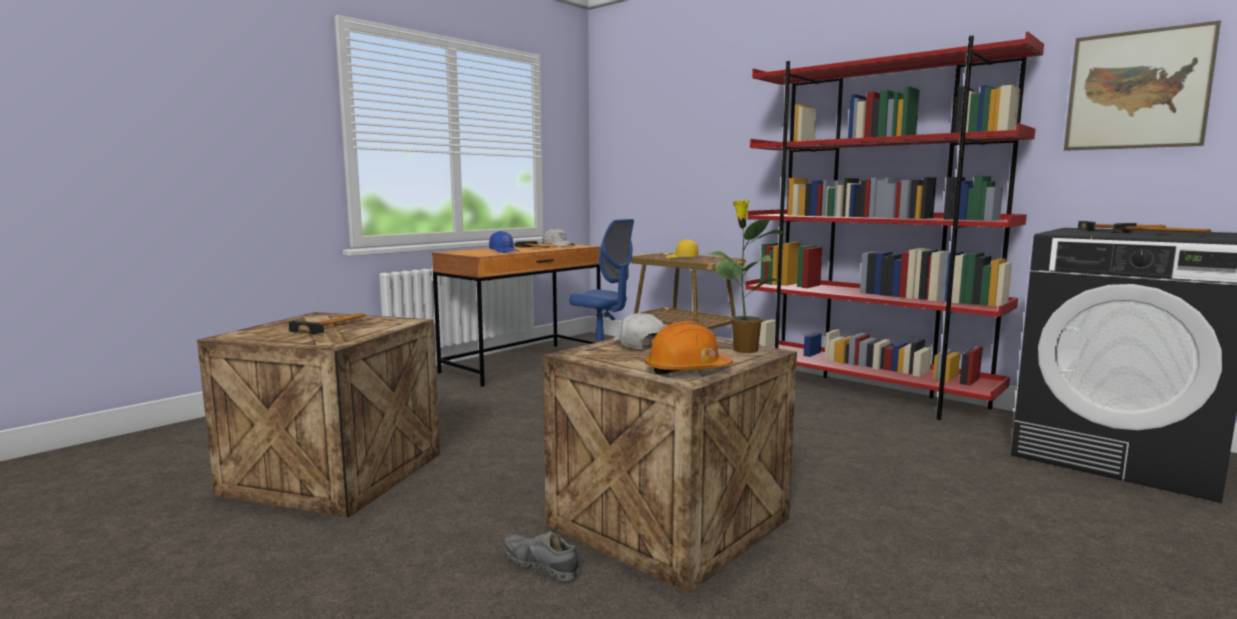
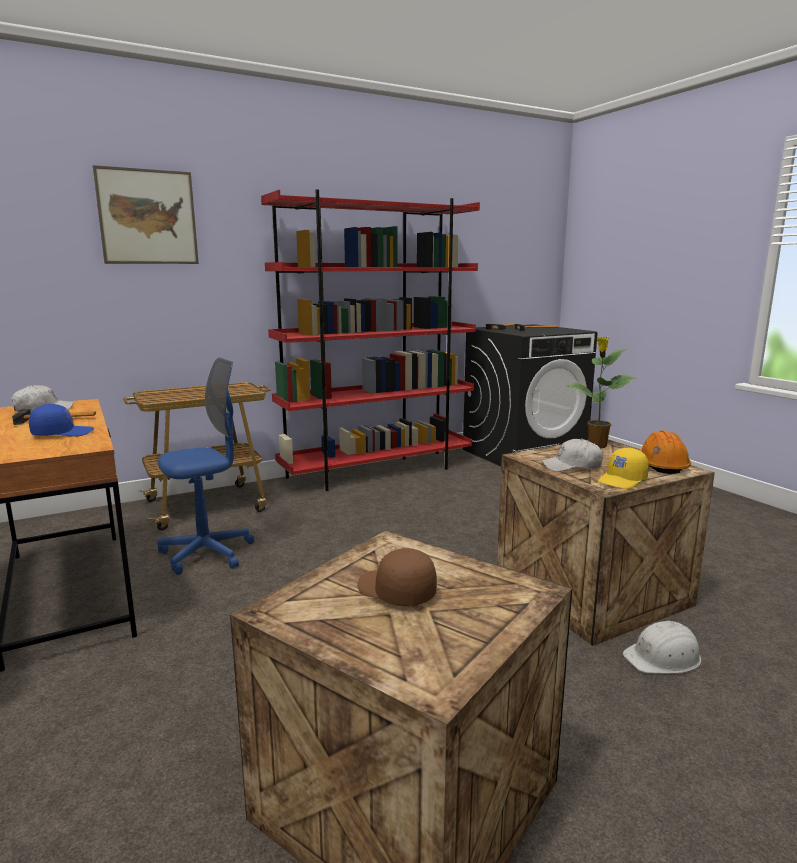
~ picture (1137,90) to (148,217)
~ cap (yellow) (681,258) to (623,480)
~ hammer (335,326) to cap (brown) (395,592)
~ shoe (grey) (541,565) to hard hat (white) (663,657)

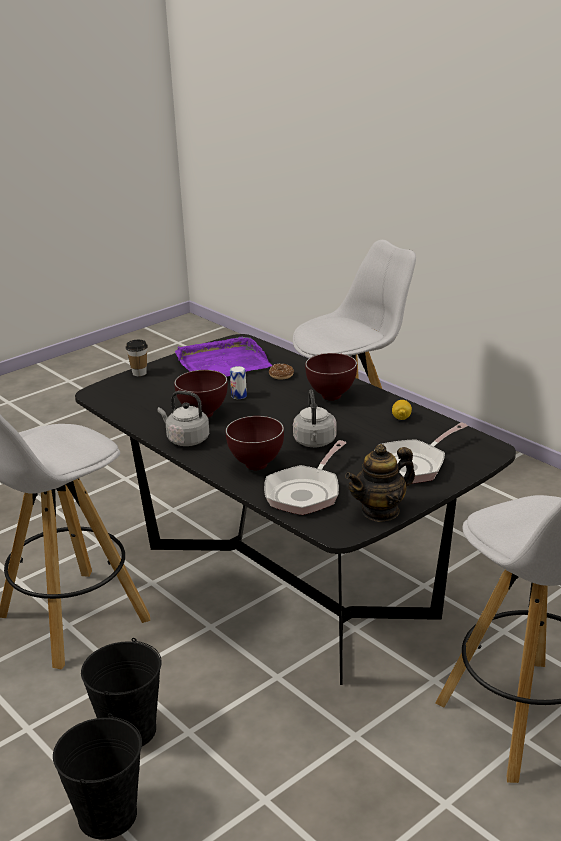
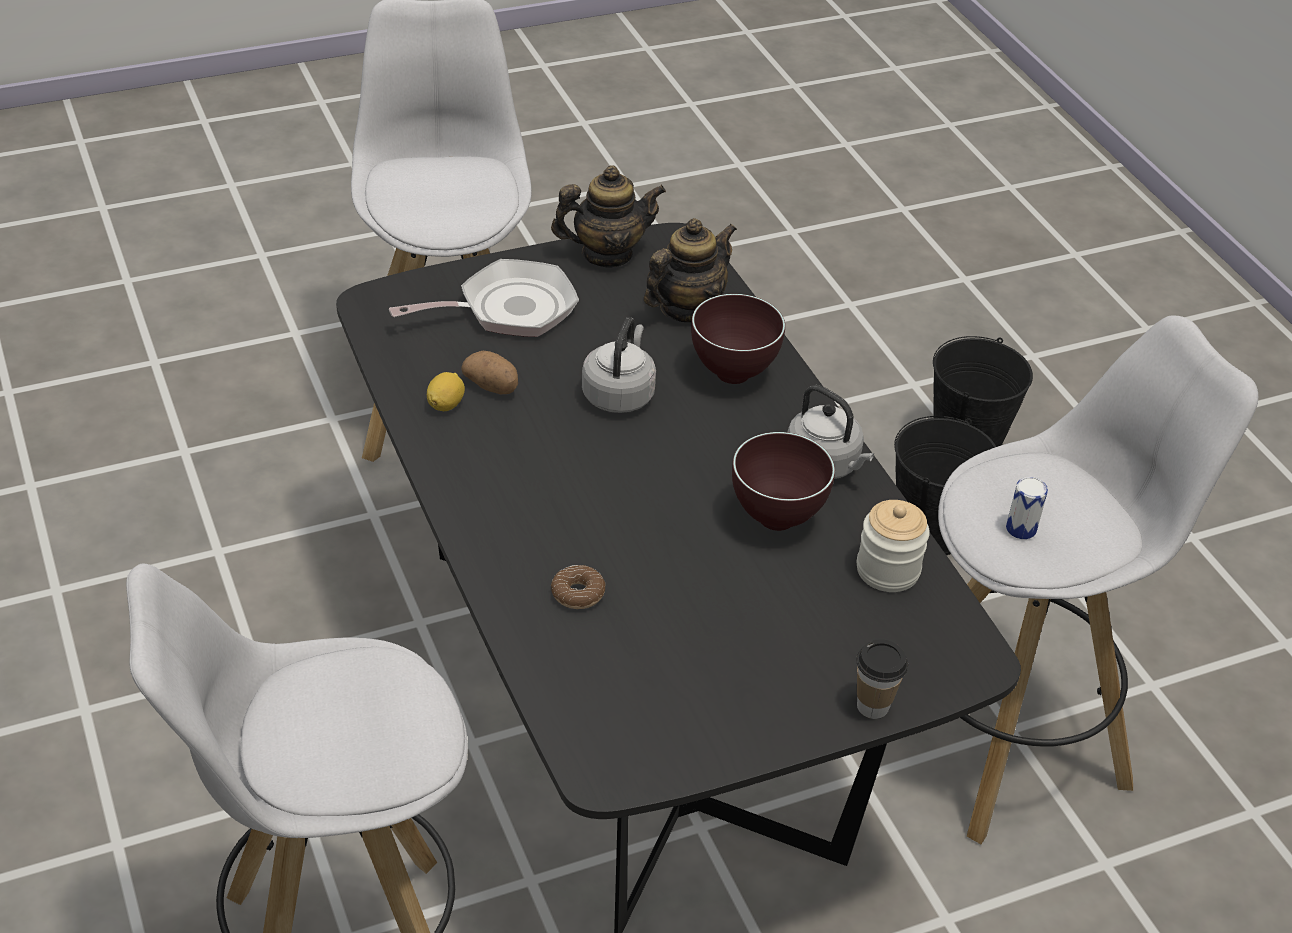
- tray (purple) (222,363)
- bowl (brown) (330,396)
~ can (239,396) to (1021,529)
~ frying pan (305,492) to teapot (686,308)
+ potato (492,386)
+ jar (887,570)

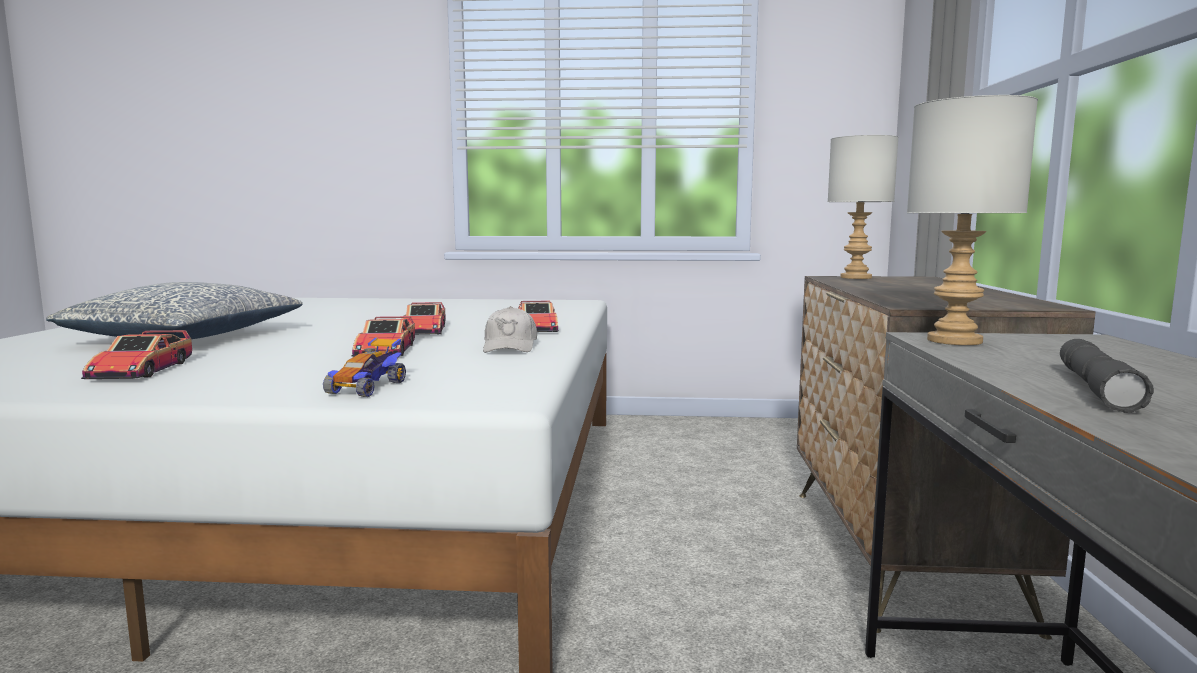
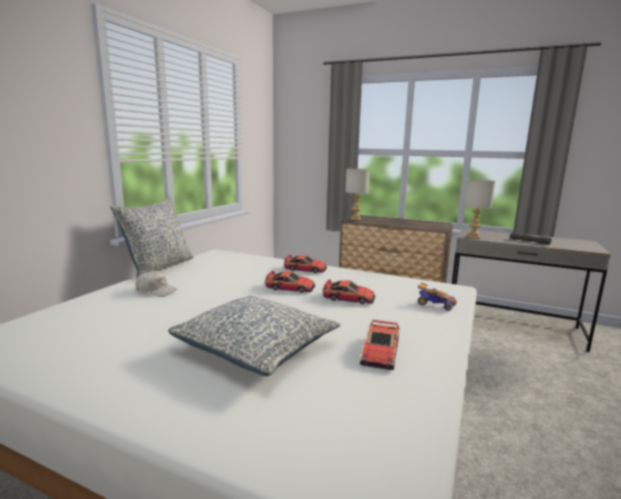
~ cap (white) (510,346) to (156,291)
~ toy car (141,370) = (380,352) 90 degrees clockwise
+ pillow (159,267)

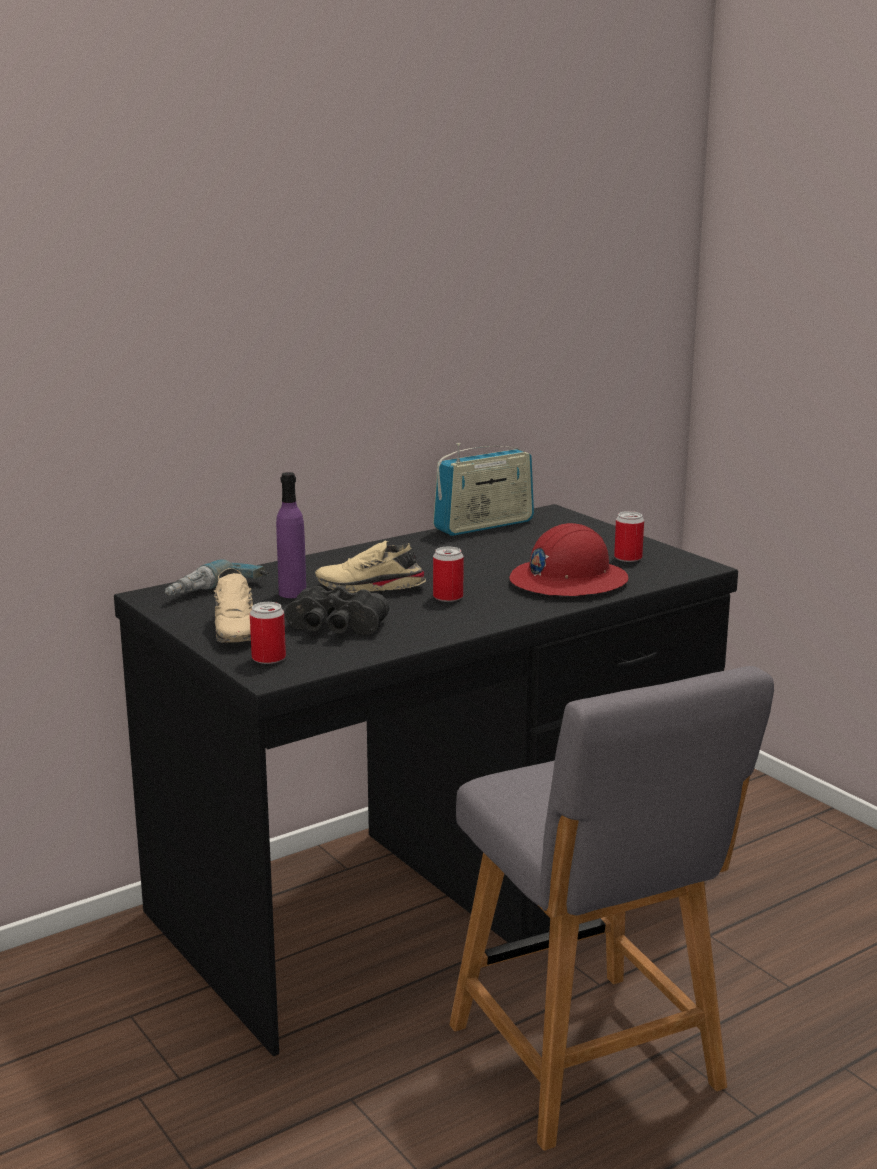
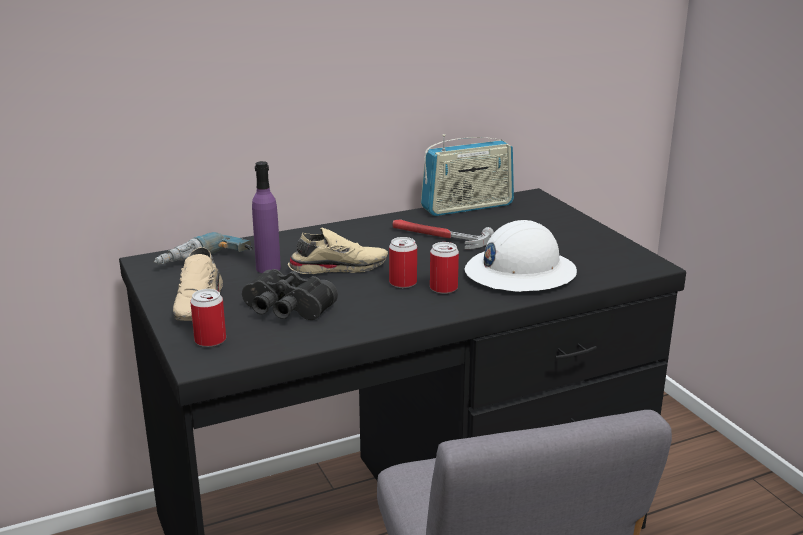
~ can (628,558) to (443,288)
~ hard hat (red) (567,581) to hard hat (white) (519,273)
~ shoe (beige) (370,588) = (338,267) 150 degrees clockwise
+ hammer (439,237)

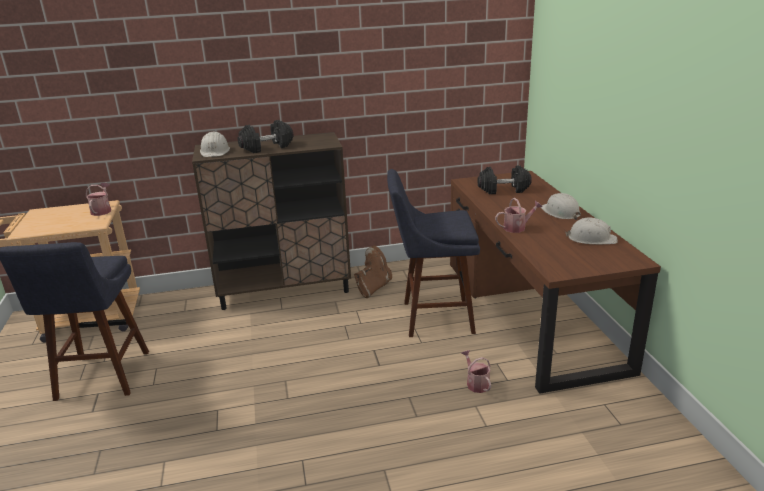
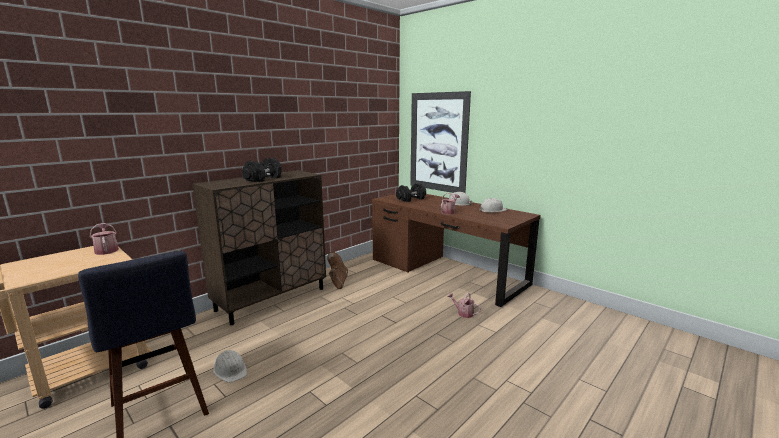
~ hard hat (white) (215,151) to (230,370)
- stool (blue) (432,318)
+ picture (438,142)

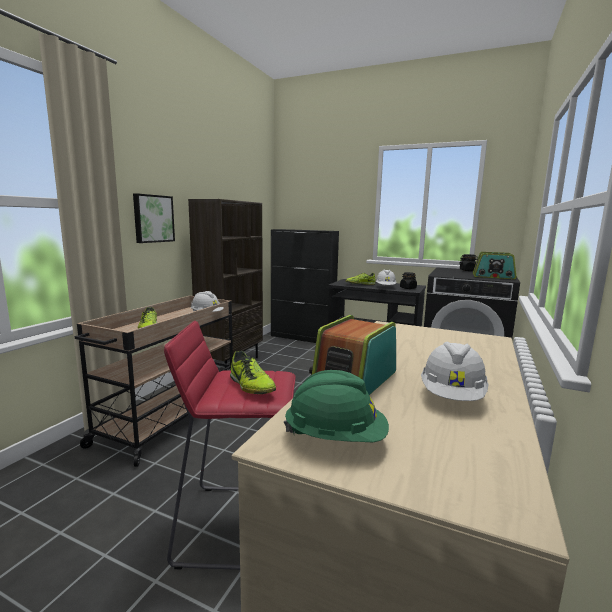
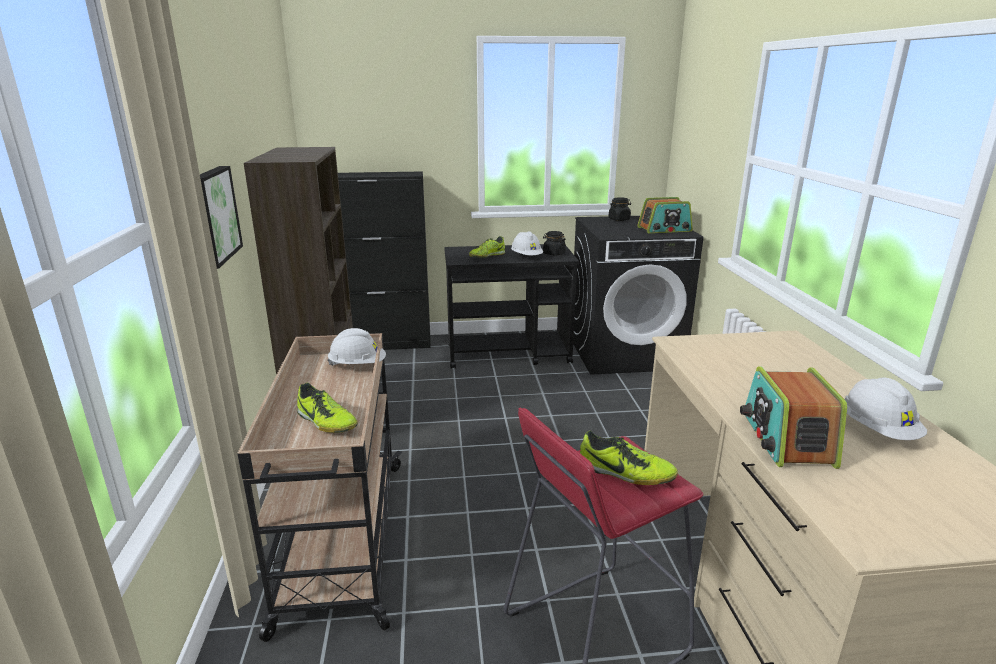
- hard hat (green) (335,438)

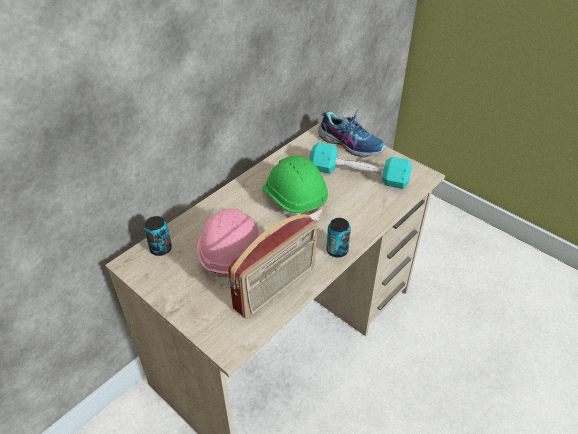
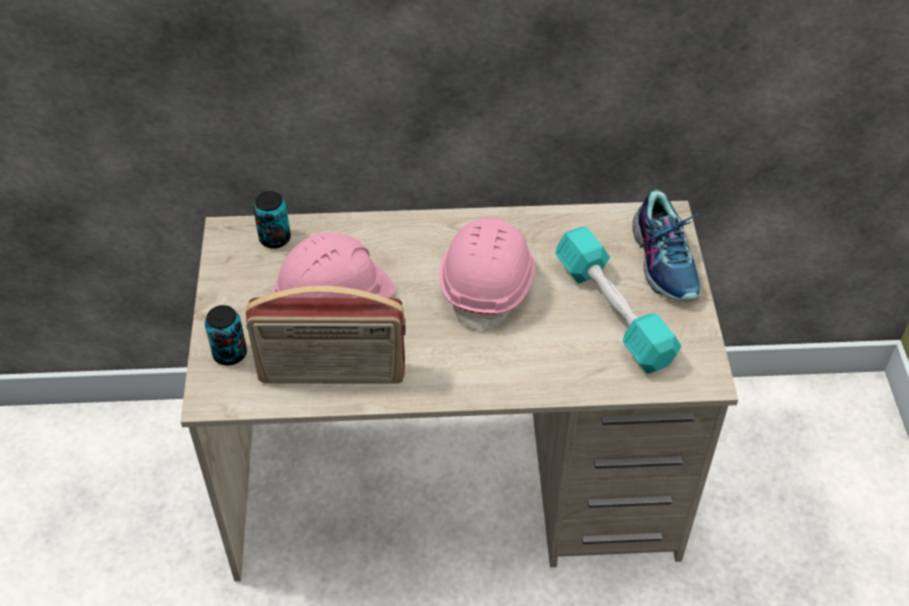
~ hard hat (green) (294,199) to hard hat (pink) (488,285)
~ can (337,250) to (230,354)

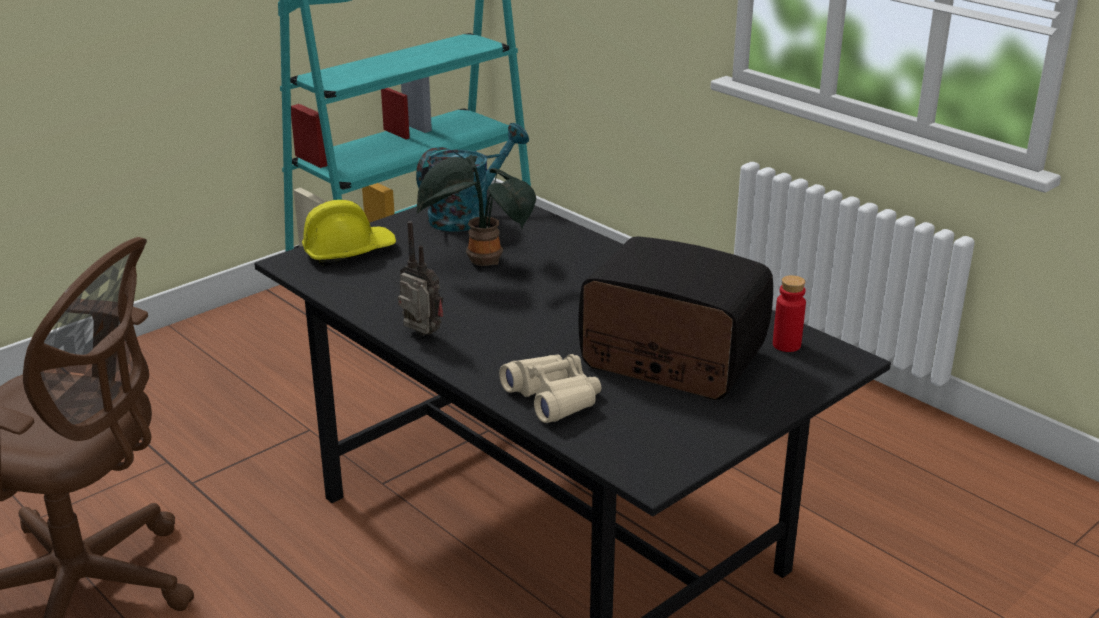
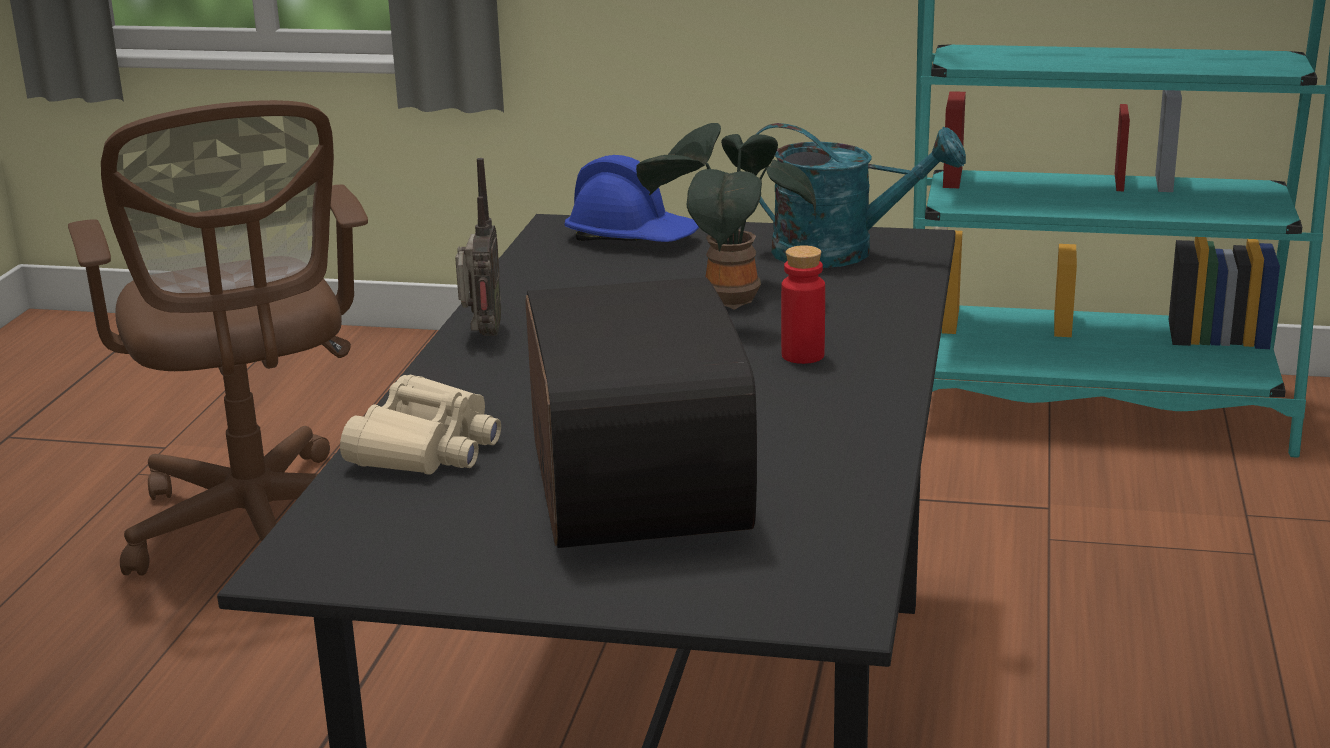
~ hard hat (yellow) (349,252) to hard hat (blue) (632,237)
~ bottle (red) (786,345) to (802,355)

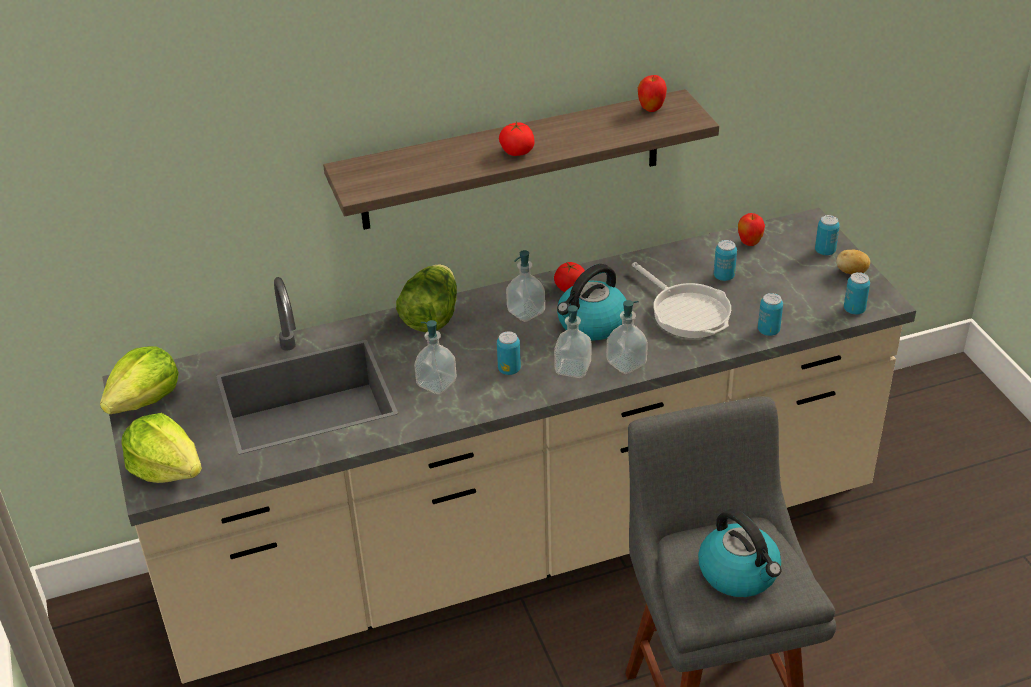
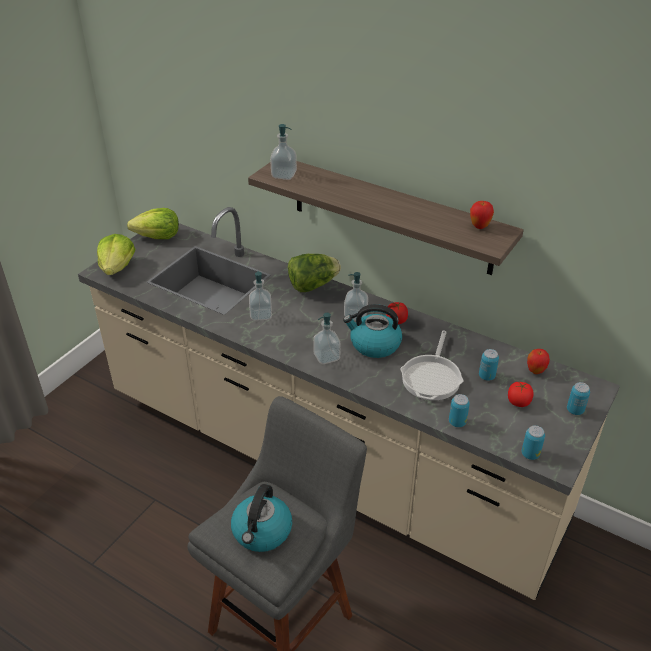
~ tomato (517,152) to (518,402)
- potato (851,272)
~ soap dispenser (626,363) to (284,175)
- can (509,369)

